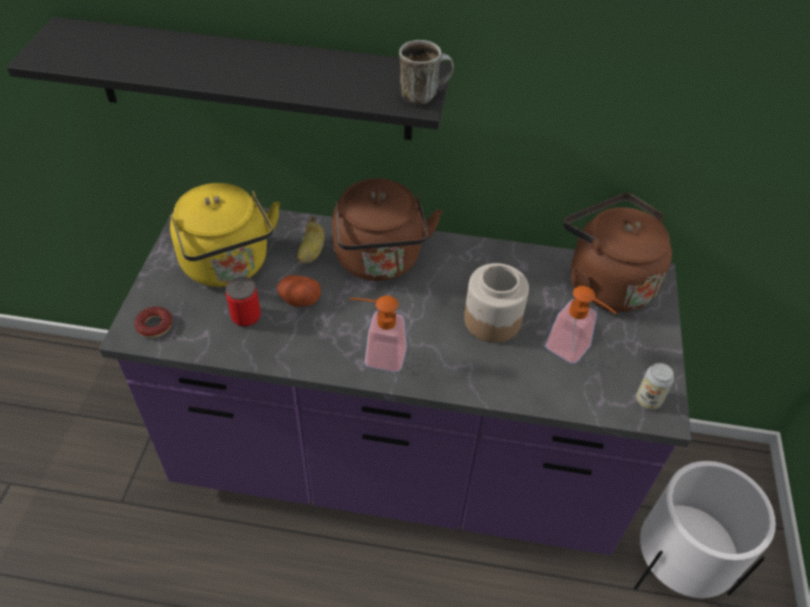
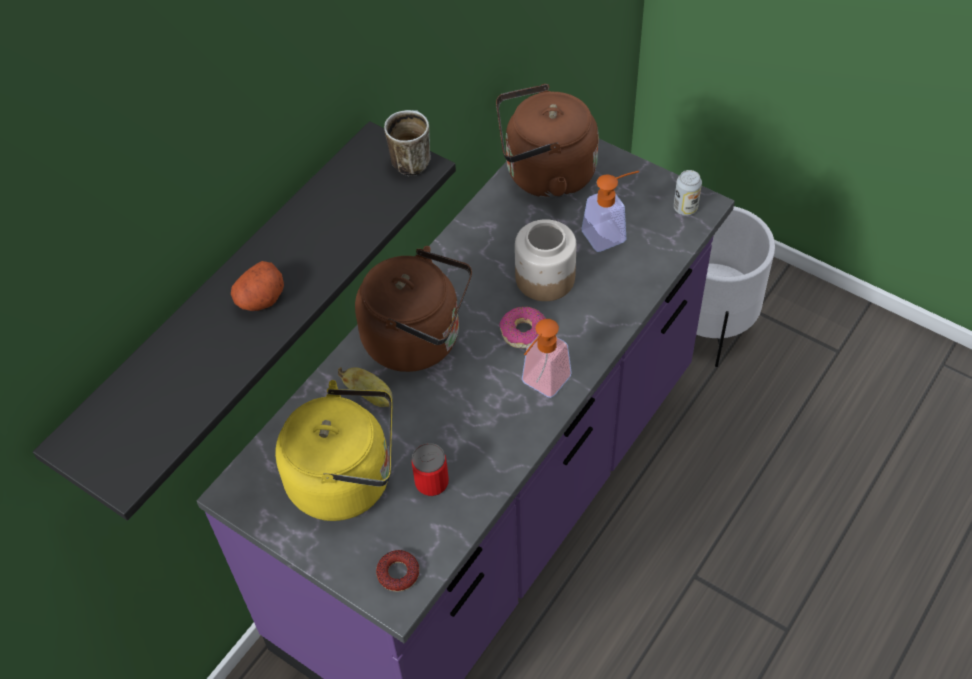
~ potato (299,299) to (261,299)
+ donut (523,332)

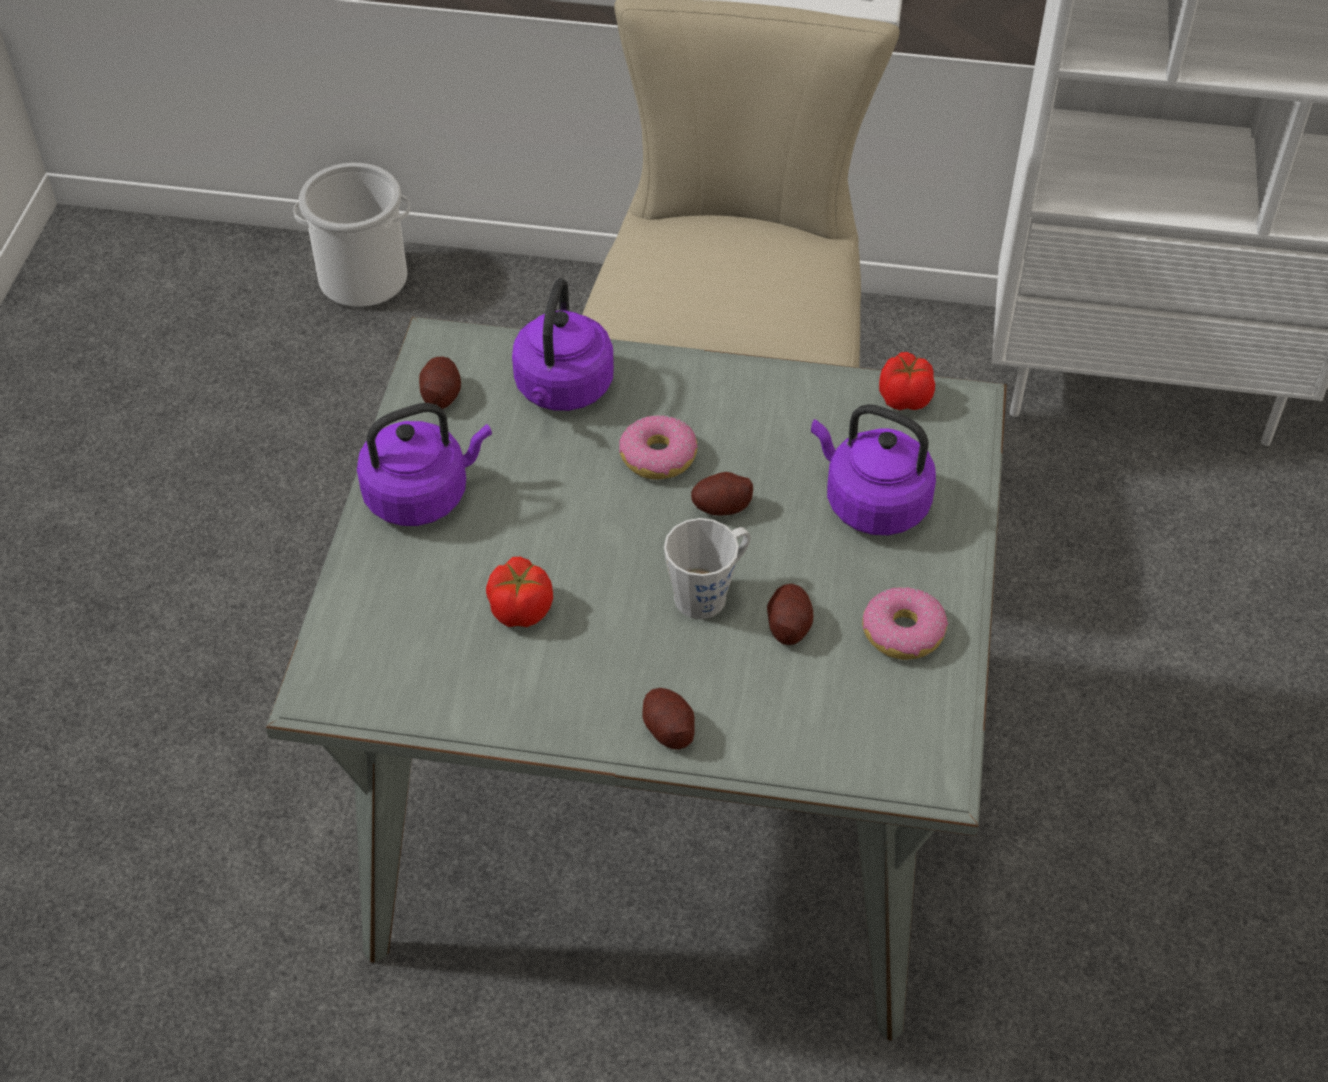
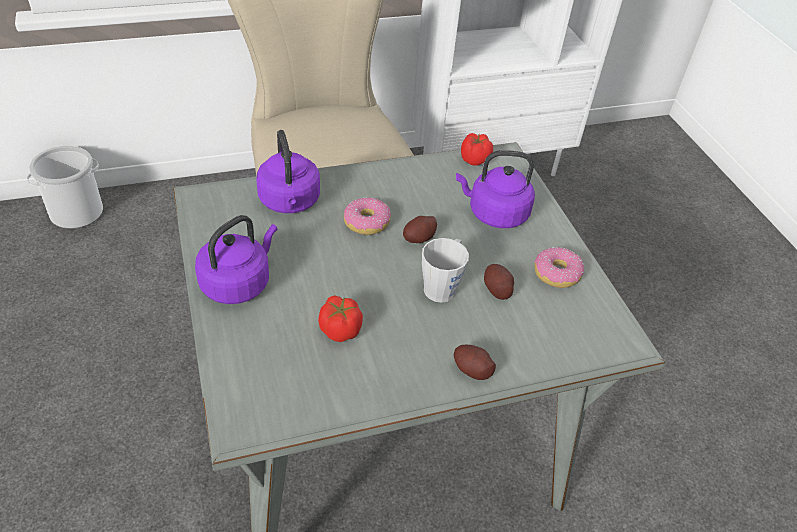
- potato (440,395)

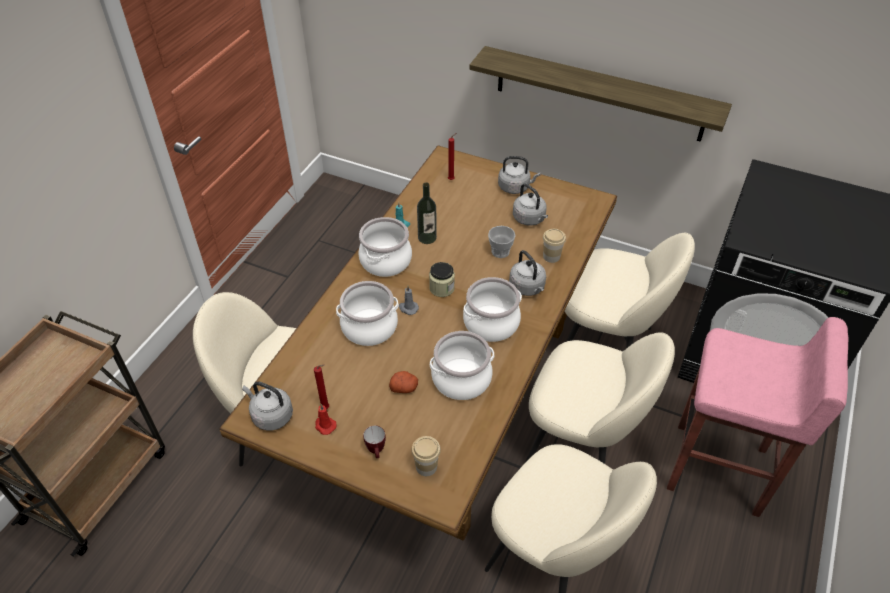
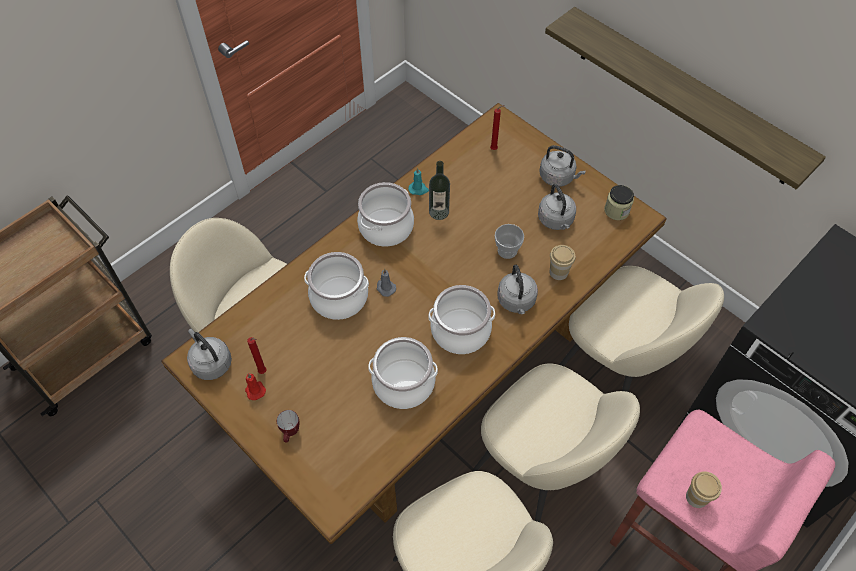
~ jar (442,288) to (616,210)
- potato (404,387)
~ cup (426,467) to (696,497)

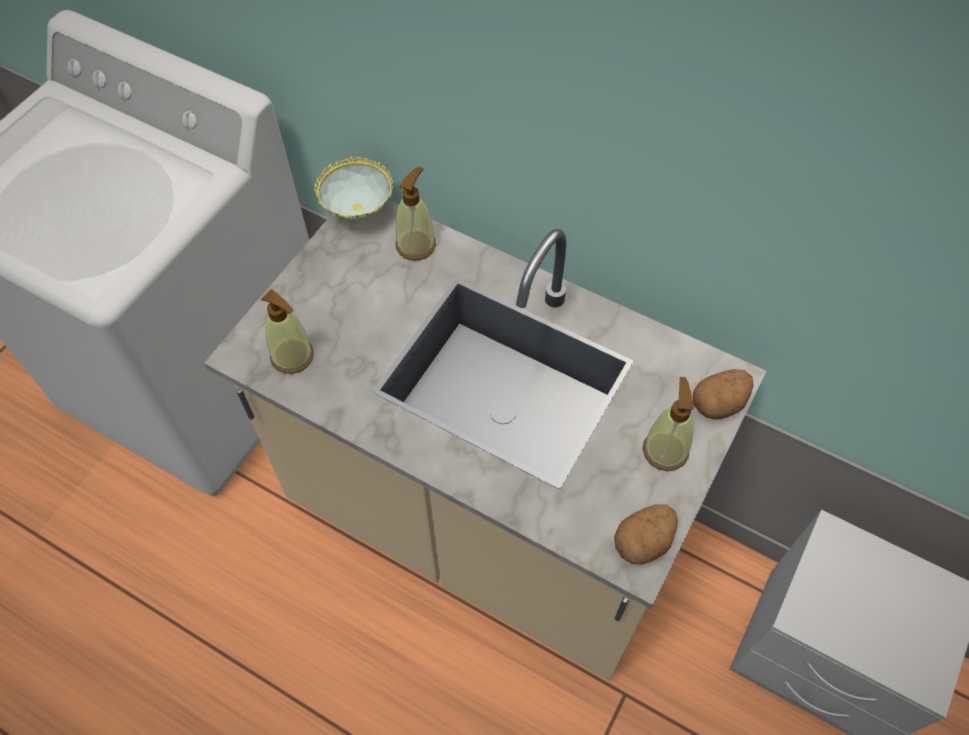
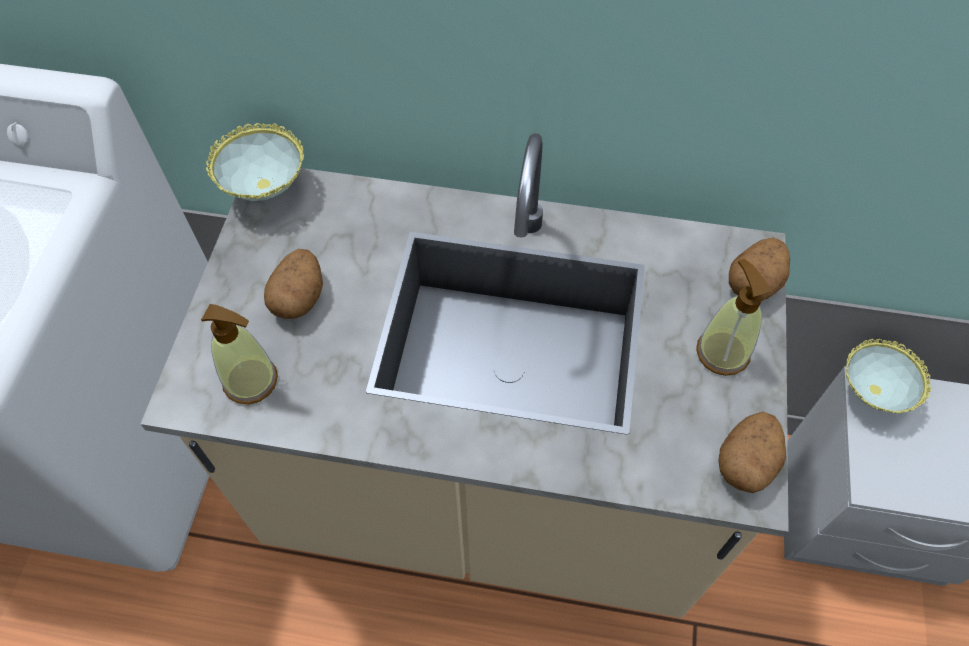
- soap dispenser (416,245)
+ potato (299,297)
+ bowl (871,394)

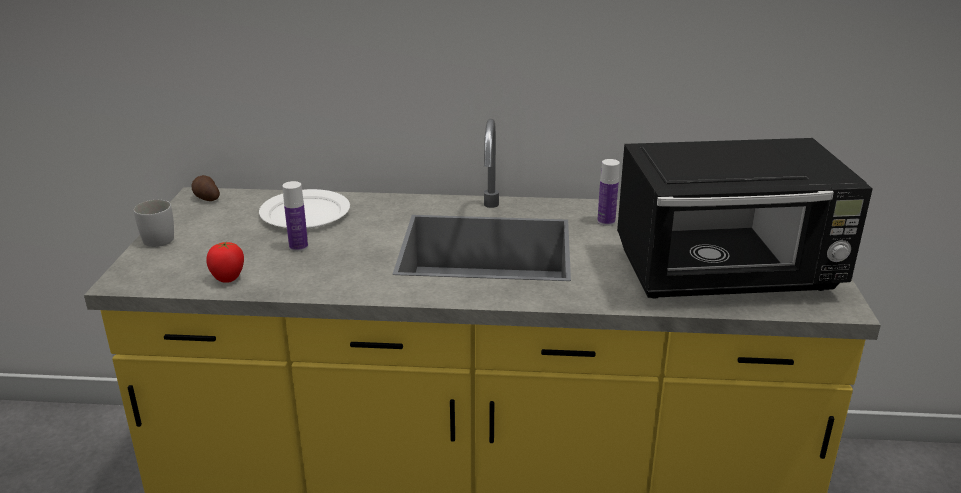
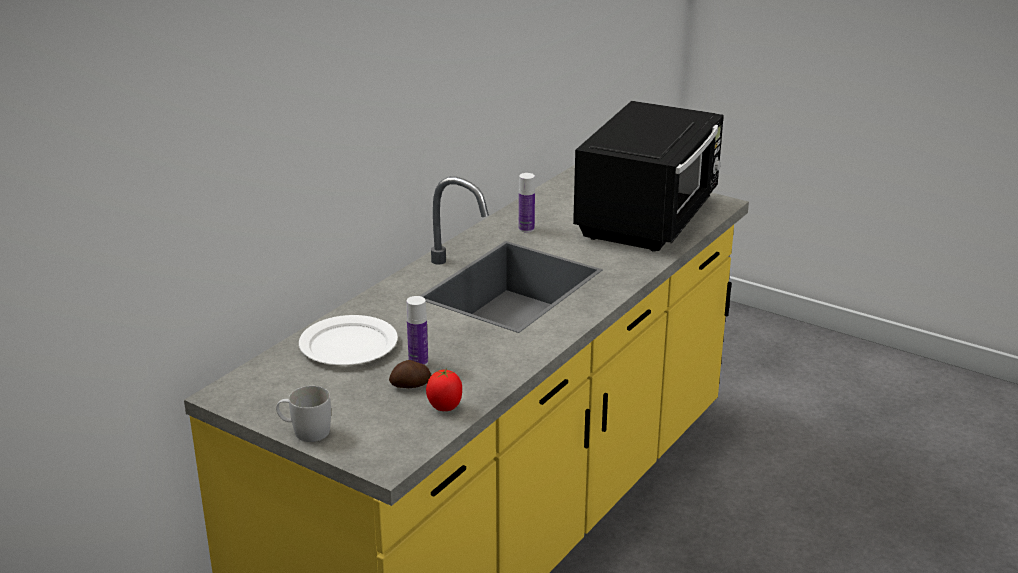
~ potato (206,198) to (411,385)

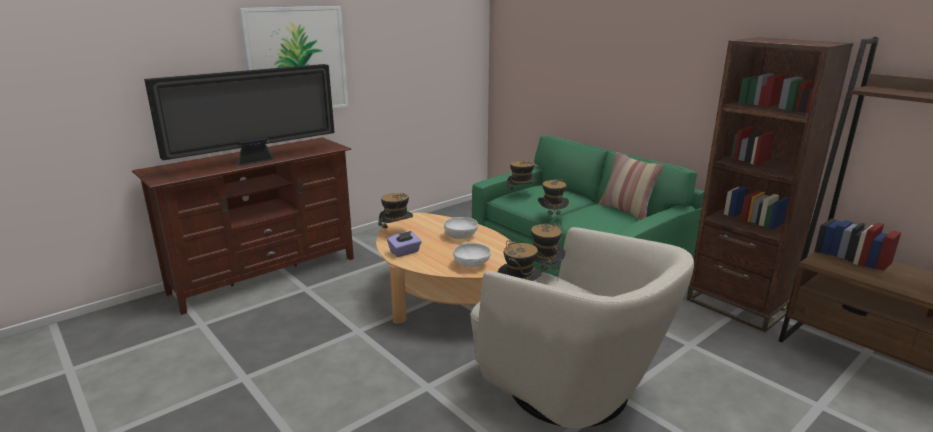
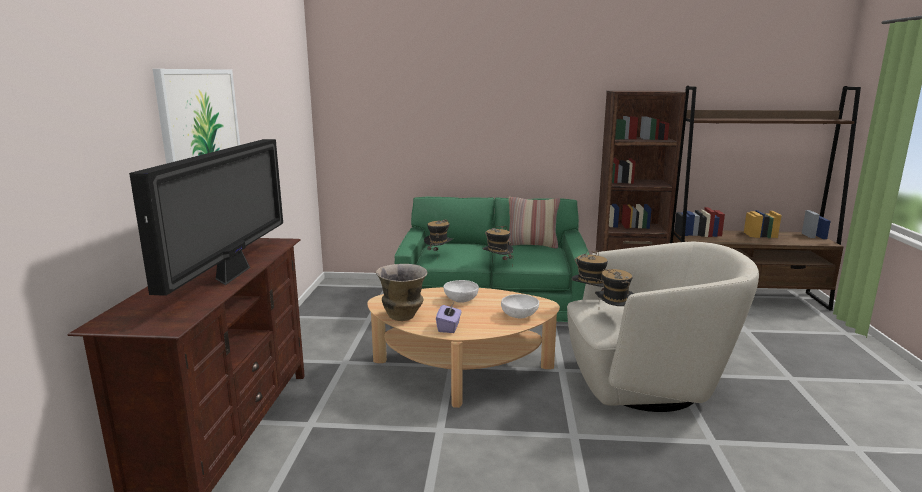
~ hat (396,233) to vase (403,316)

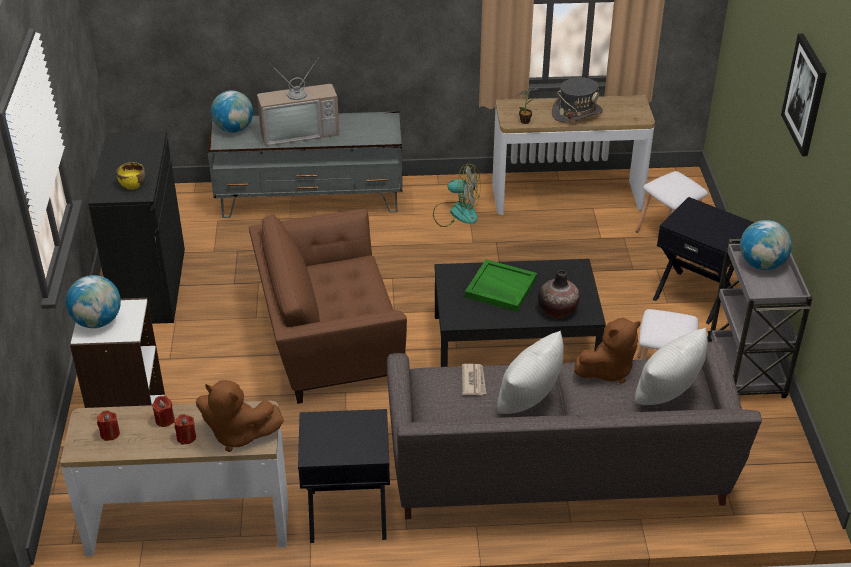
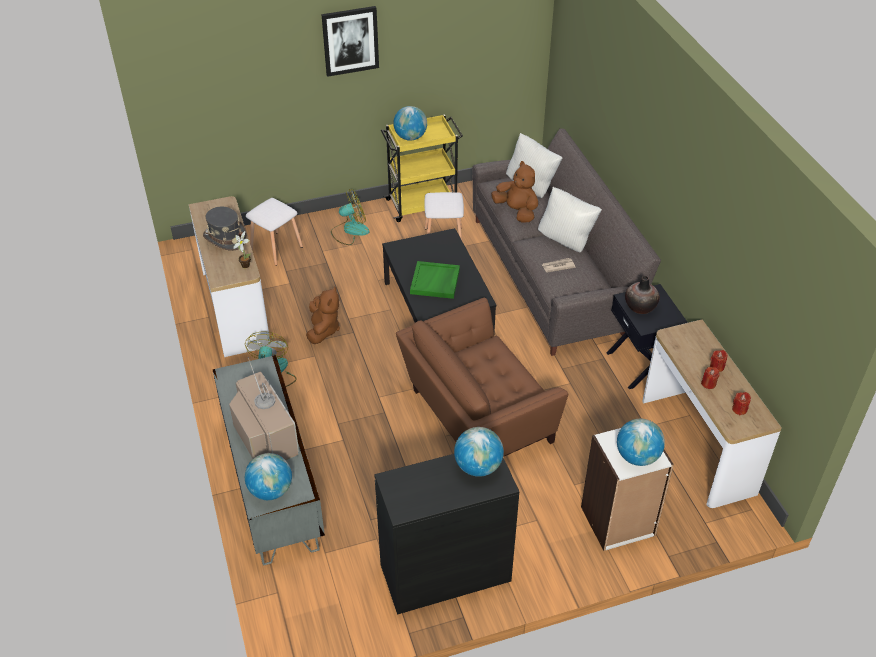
~ bowl (yellow) (132,185) to globe (478,466)
~ side table (black) (694,296) to fan (350,230)
~ armchair (brown) (328,344) = (477,417) 90 degrees clockwise
~ cart (grey) (746,371) to cart (yellow) (422,204)
~ vase (558,310) to (640,307)
~ plush toy (brown) (238,434) to (323,330)

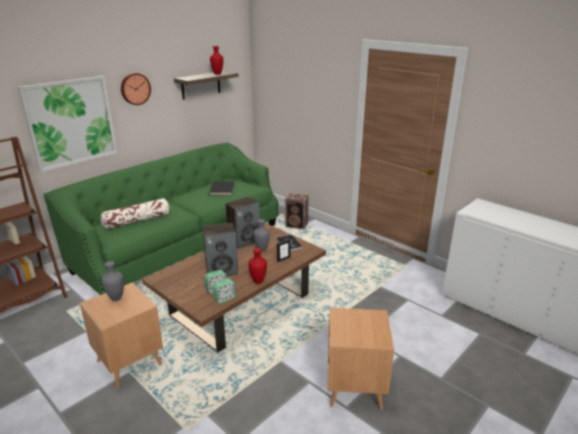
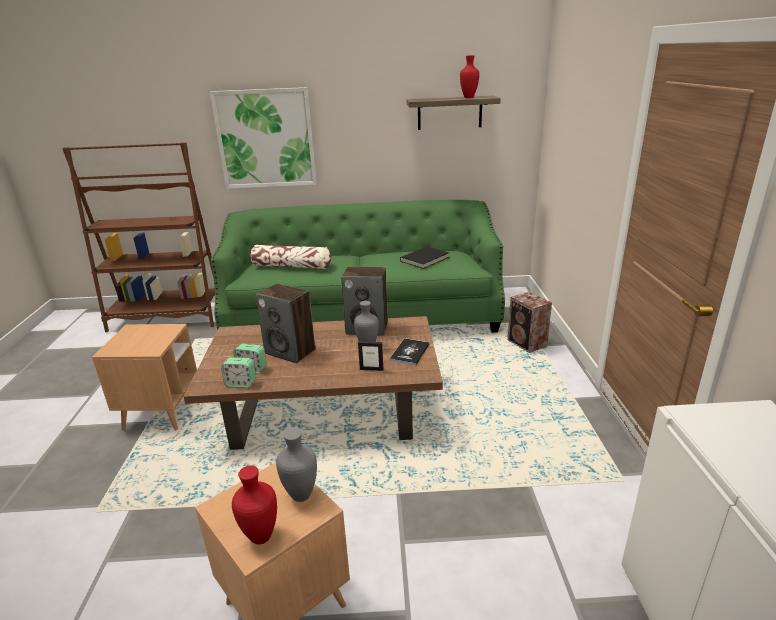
- wall clock (135,88)
~ vase (red) (257,281) to (260,536)
~ vase (grey) (116,298) to (301,496)

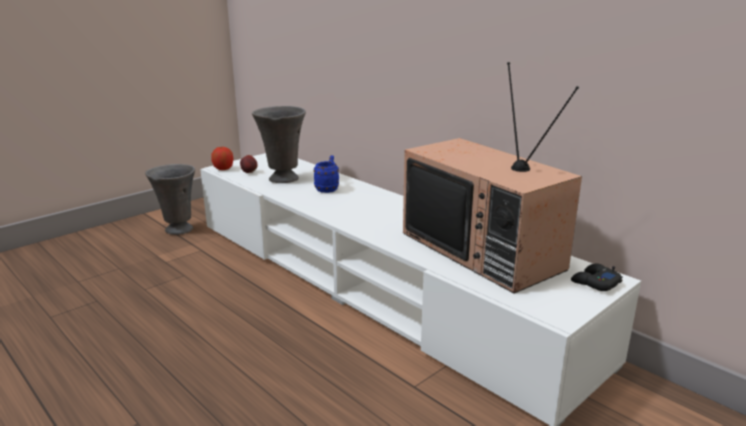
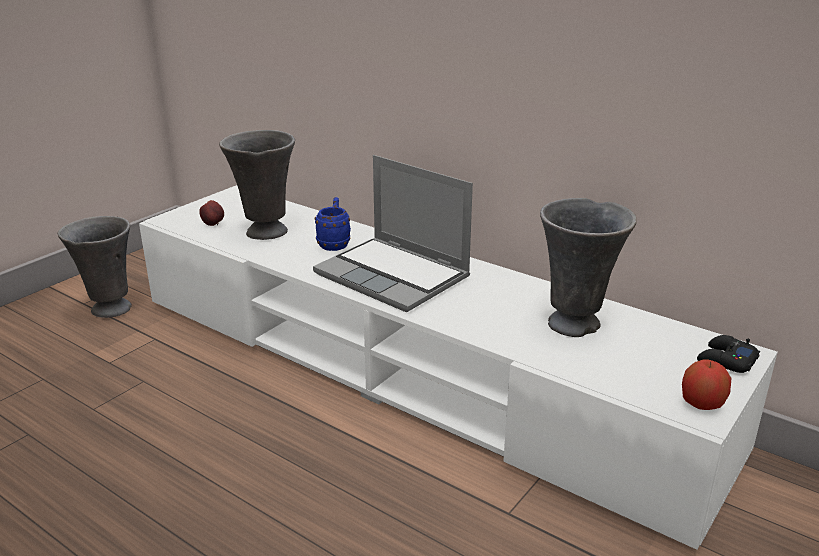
~ television (484,250) to vase (grey) (576,325)
~ apple (223,169) to (701,404)
+ laptop (394,276)

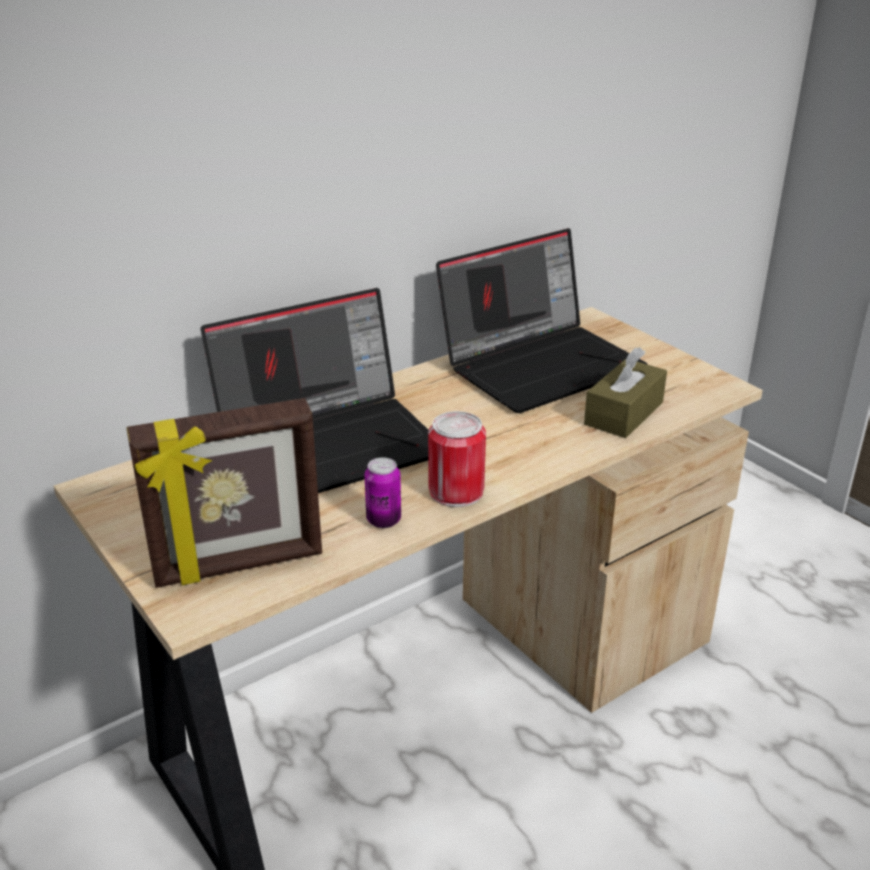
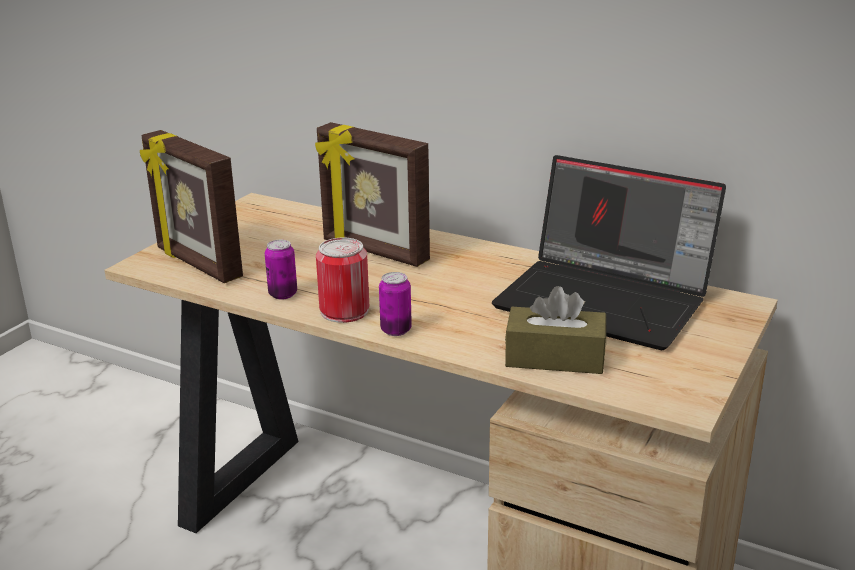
~ laptop (332,443) to picture frame (374,251)
+ can (396,330)

